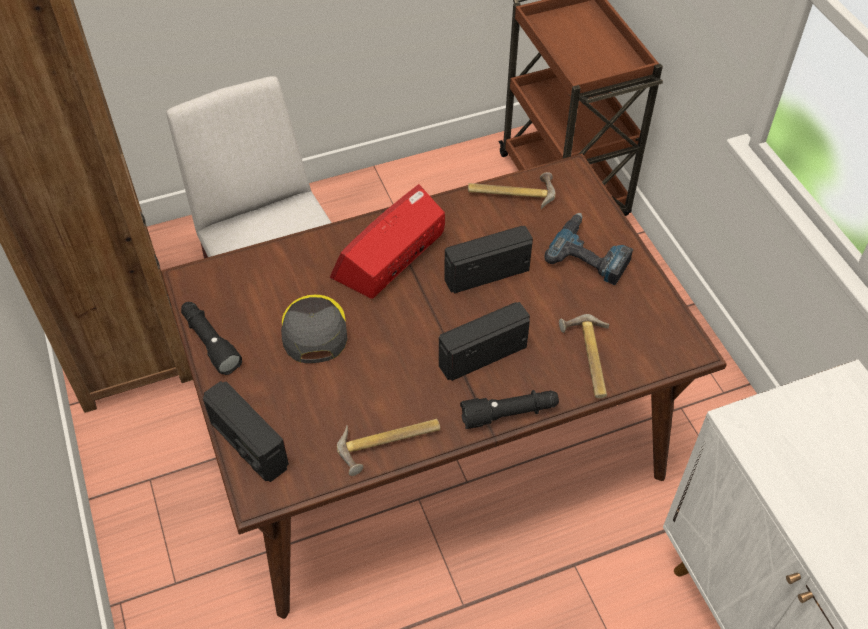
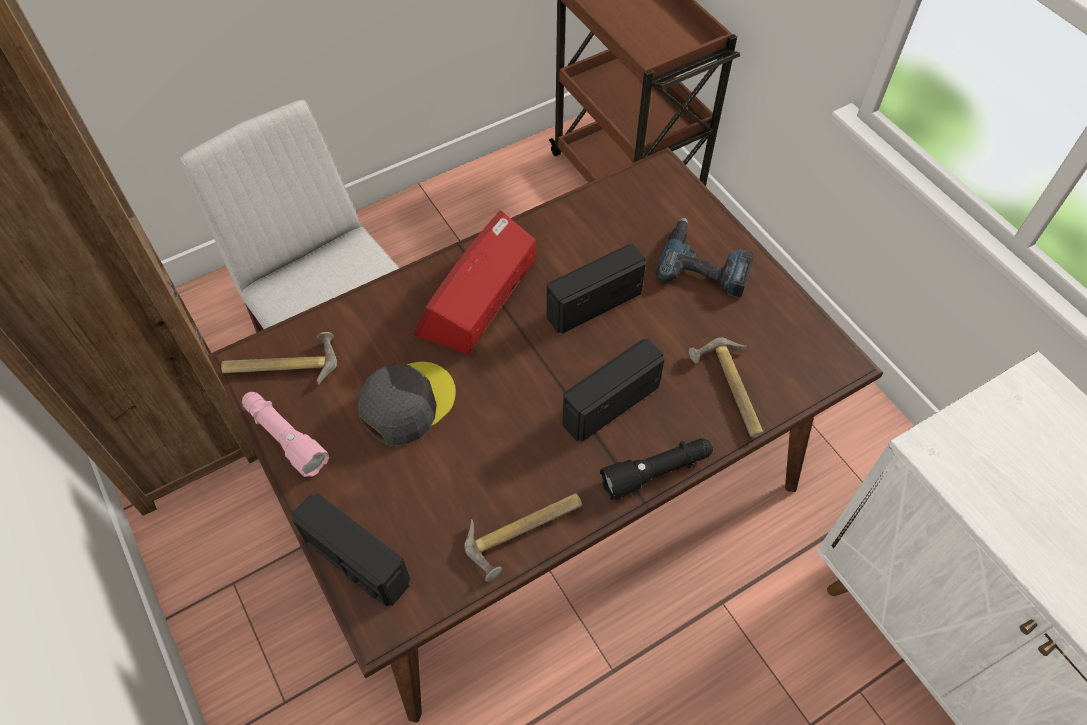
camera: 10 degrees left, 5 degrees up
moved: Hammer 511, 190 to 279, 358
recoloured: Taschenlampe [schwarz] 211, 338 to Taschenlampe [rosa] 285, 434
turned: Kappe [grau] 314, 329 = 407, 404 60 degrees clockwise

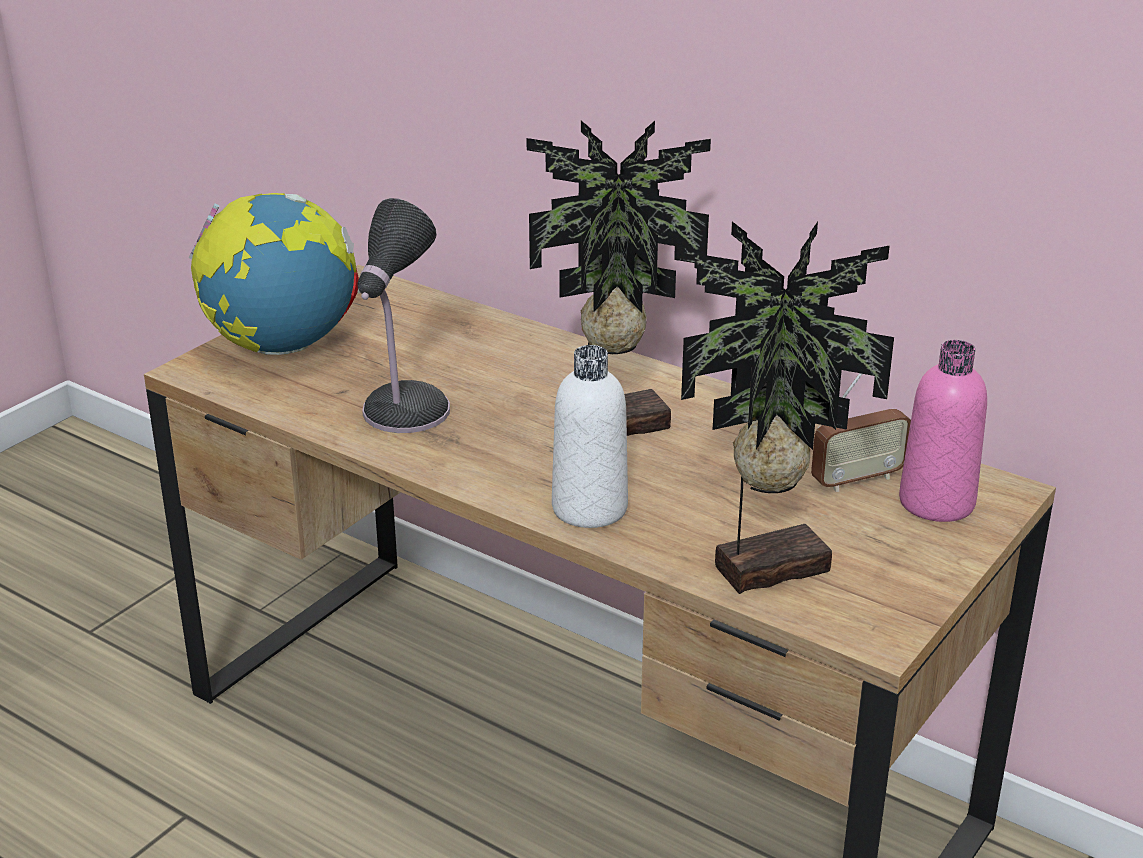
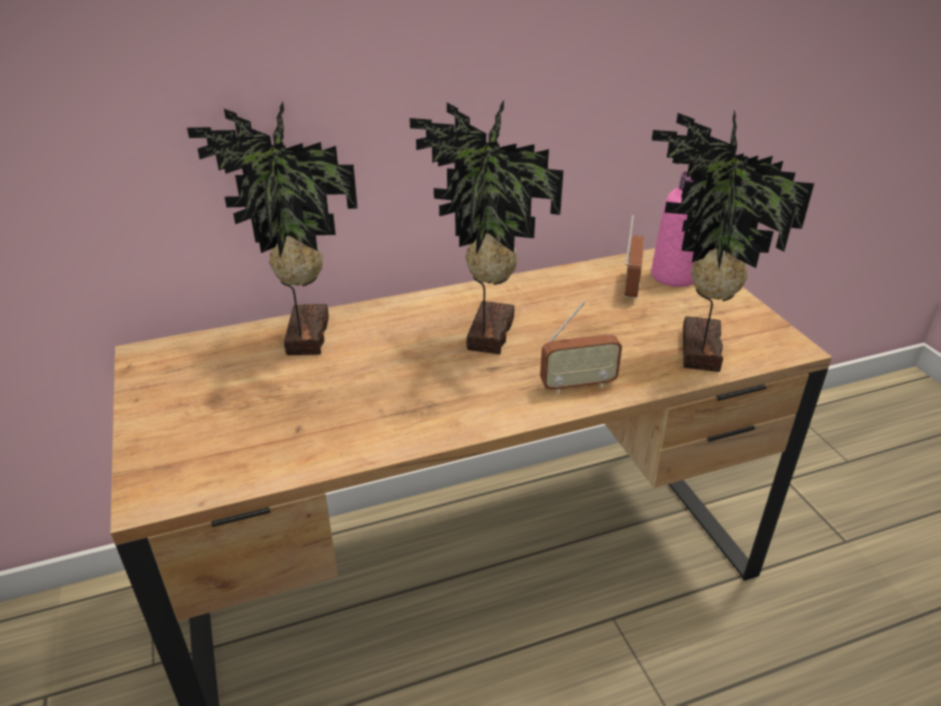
camera: 55 degrees left, 5 degrees up
removed: Globus 274, 274; Tischlampe 403, 315
added: Topfpflanze 272, 228
replaced: Flasche [weiß] 590, 436 to Radio 581, 347

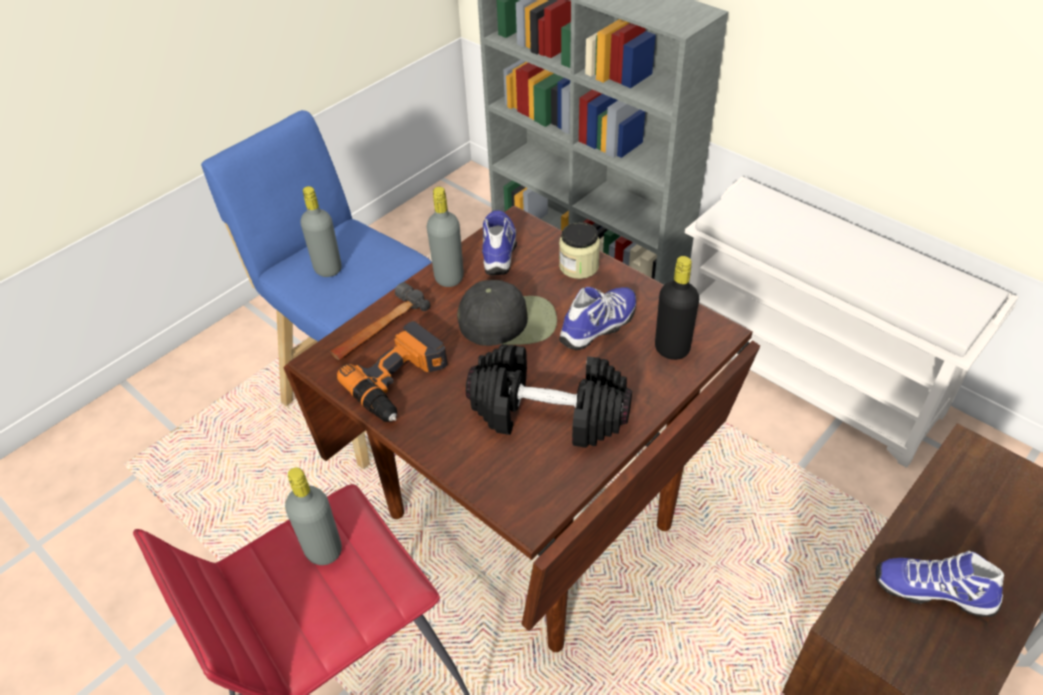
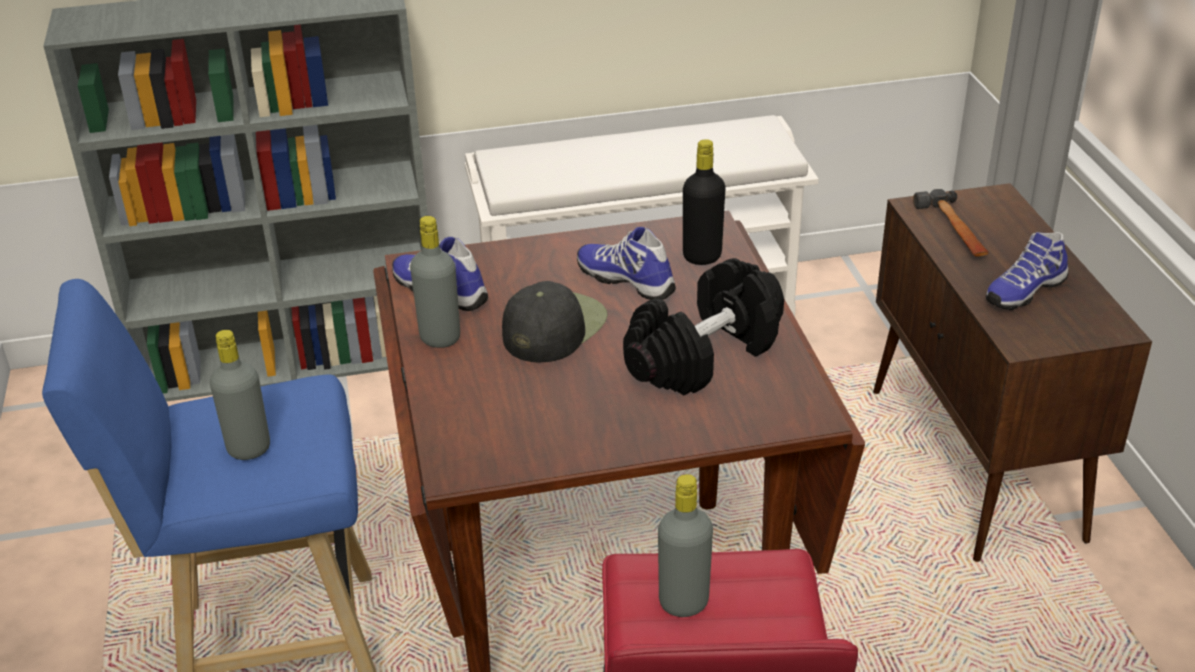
camera: 55 degrees left, 10 degrees down
removed: Bohrmaschine 392, 371; Vorratsglas 579, 250
moved: Hammer 380, 321 to 951, 223
turned: Schuh 597, 318 = 626, 263 45 degrees counterclockwise

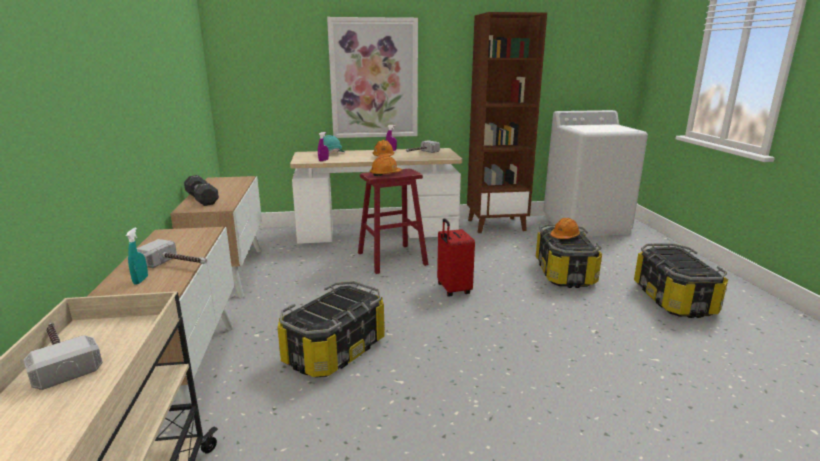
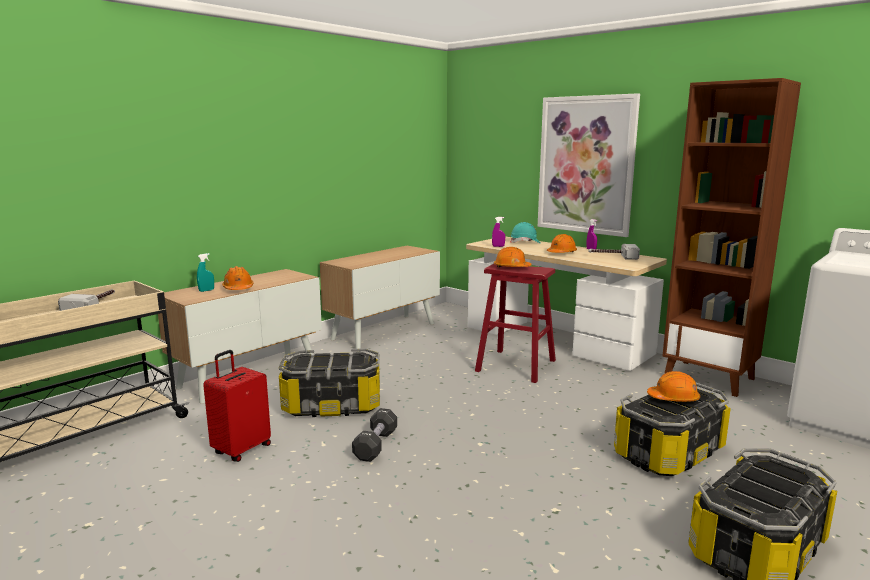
camera: 50 degrees right, 5 degrees down
moved: Hantel [schwarz] 201, 190 to 374, 435; Koffer [rot] 456, 257 to 237, 406
replaced: Hammer 171, 253 to Schutzhelm [orange] 238, 278

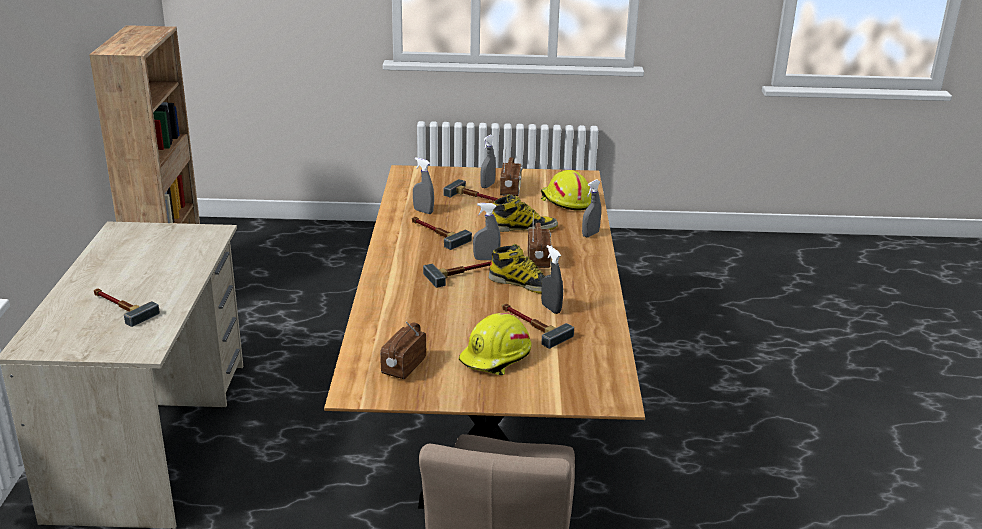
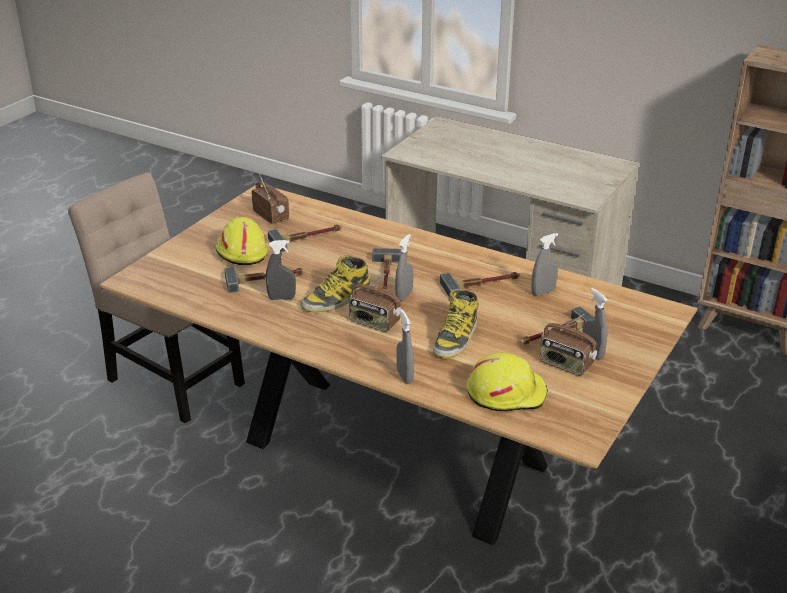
camera: 120 degrees right, 5 degrees up
moved: Hammer 127, 307 to 305, 238

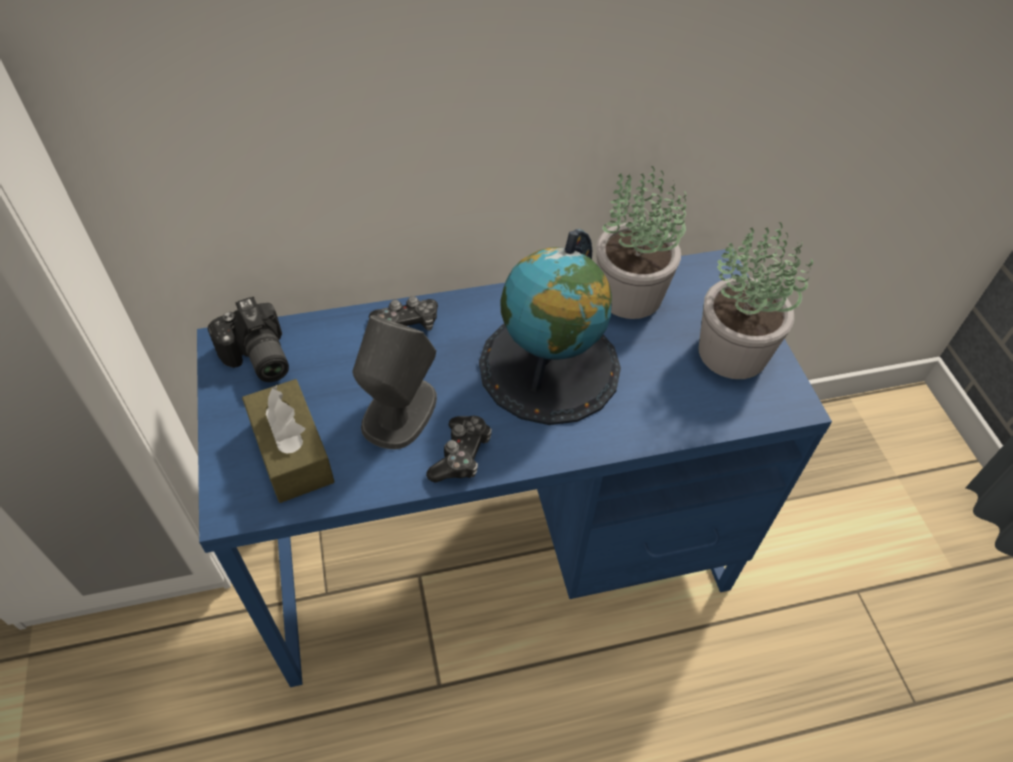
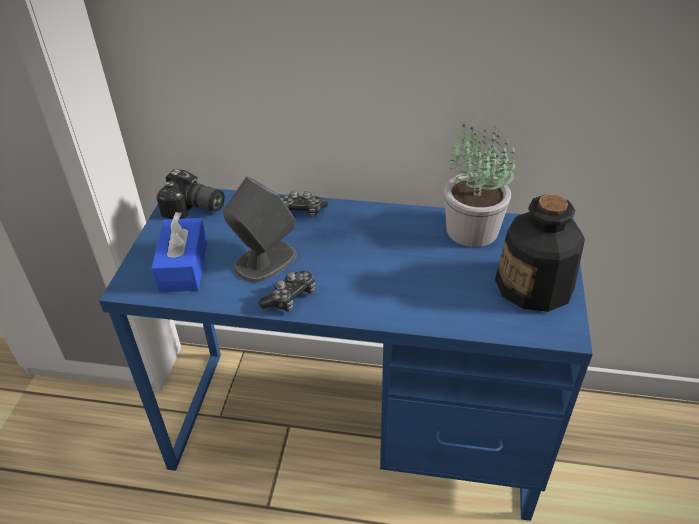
camera: 25 degrees right, 10 degrees down
removed: Globus 550, 327
replaced: Topfpflanze 756, 300 to Flasche 540, 253
recoloured: Taschentuchbox [braun] 288, 441 to Taschentuchbox [blau] 179, 252
turned: Kamera 248, 339 = 191, 194 60 degrees counterclockwise

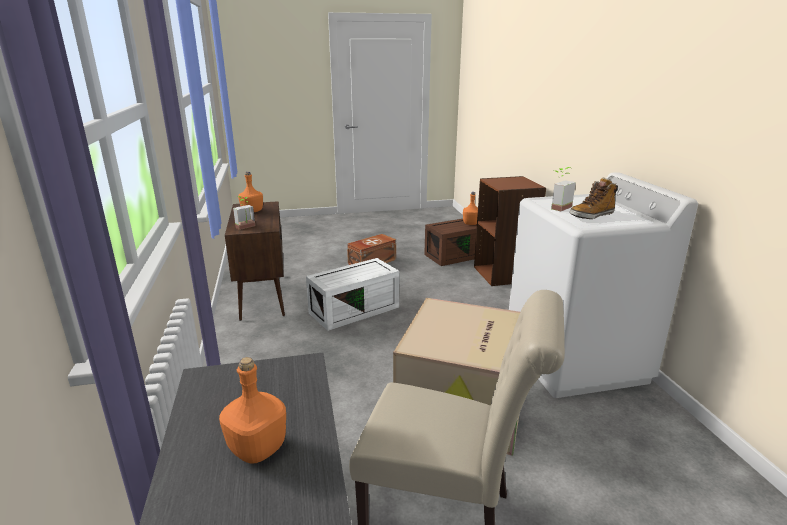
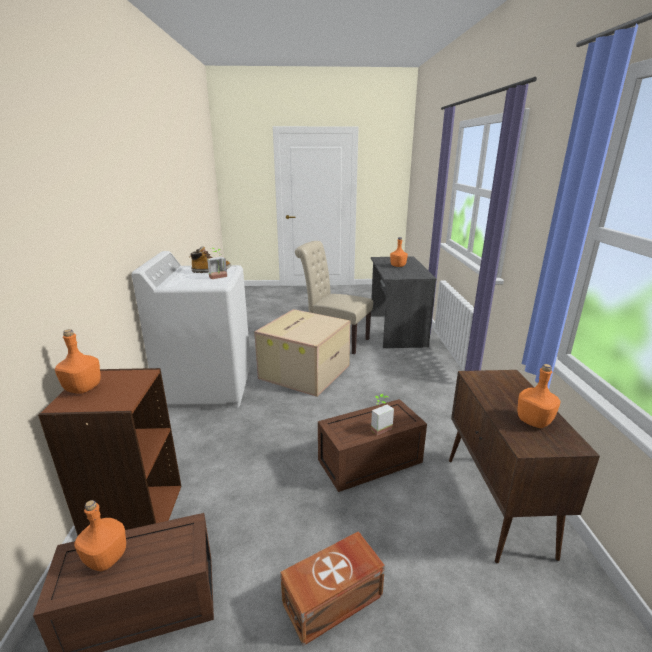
camera: 170 degrees left, 0 degrees up
added: Flasche [orange] 78, 361
moved: Topfpflanze 244, 213 to 382, 414
recoloured: Aufbewahrungsbox [weiß] 352, 294 to Aufbewahrungsbox [braun] 372, 445

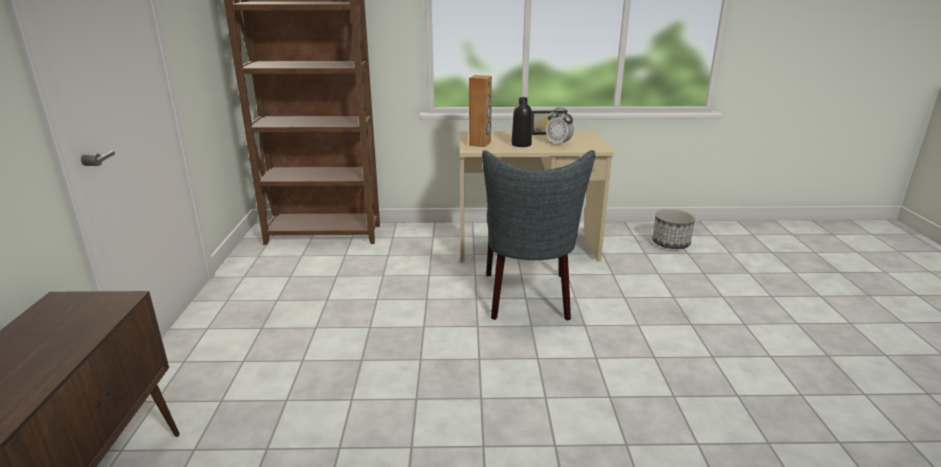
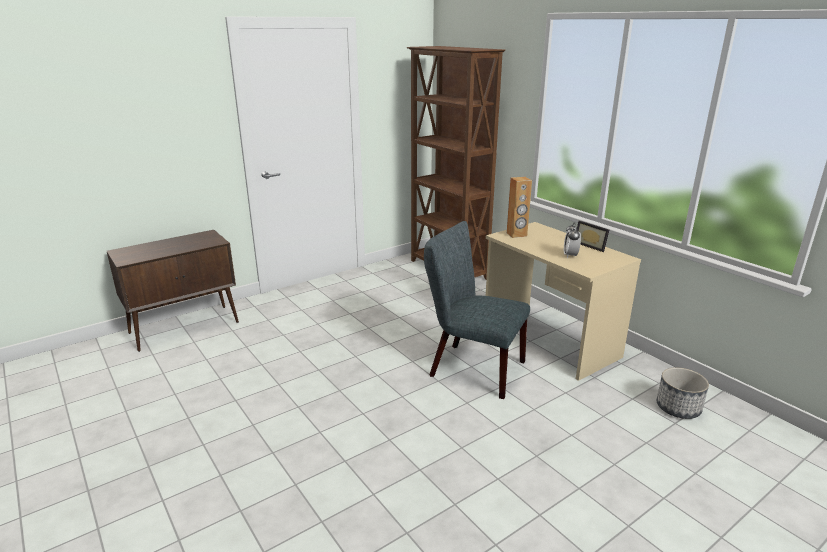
camera: 55 degrees right, 0 degrees up
removed: Flasche [schwarz] 522, 122
turned: Stuhl [grau] 538, 235 = 477, 310 60 degrees clockwise

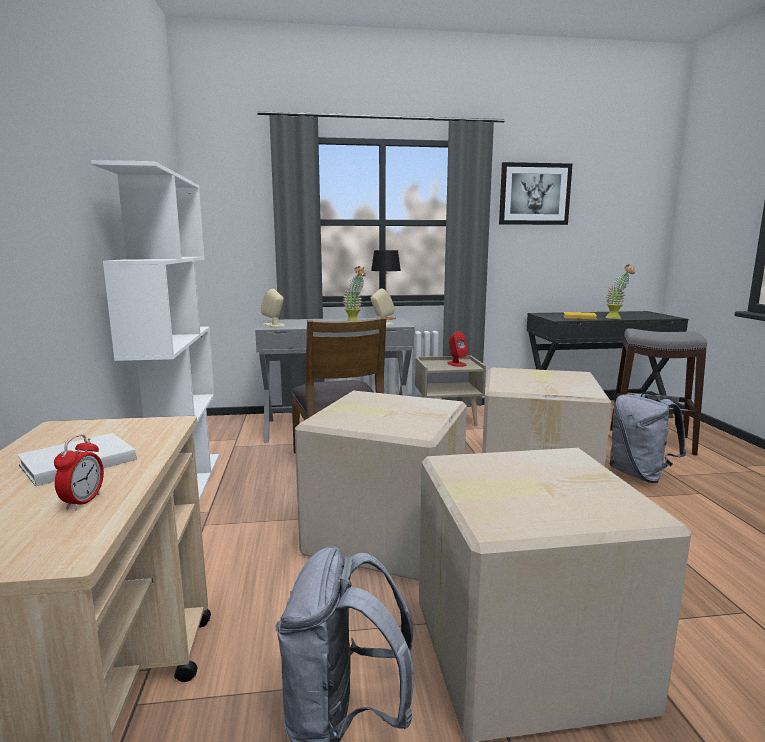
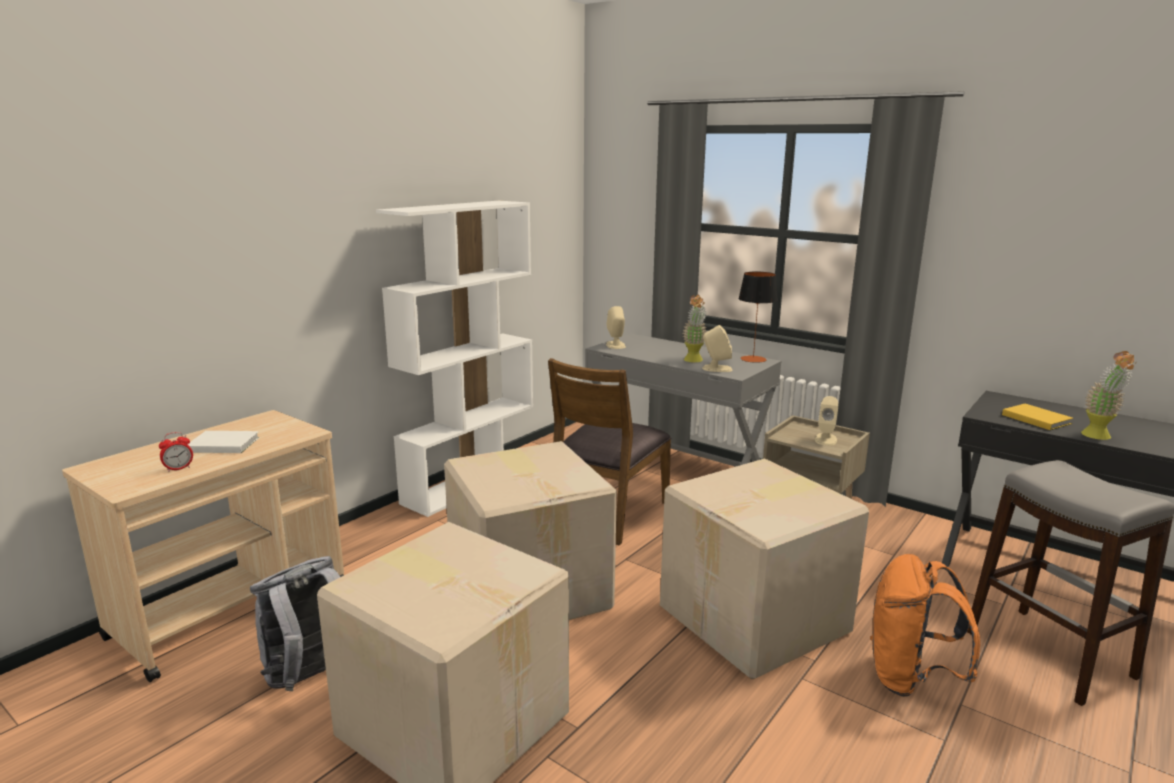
camera: 45 degrees right, 5 degrees up
removed: Bild 535, 193
recoloured: Lautsprecher [rot] 458, 349 to Lautsprecher [beige] 827, 421; Rucksack [grau] 647, 437 to Rucksack [orange] 925, 625

